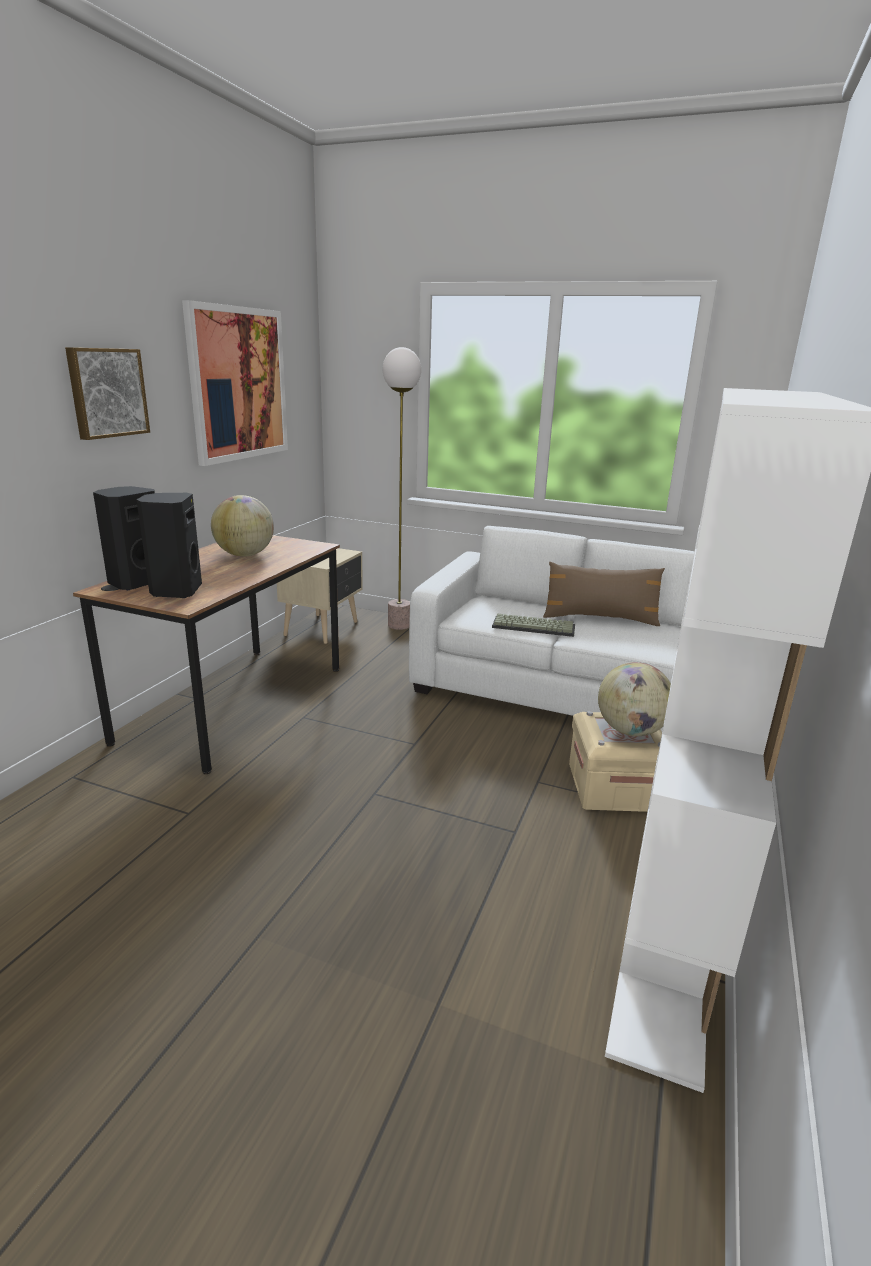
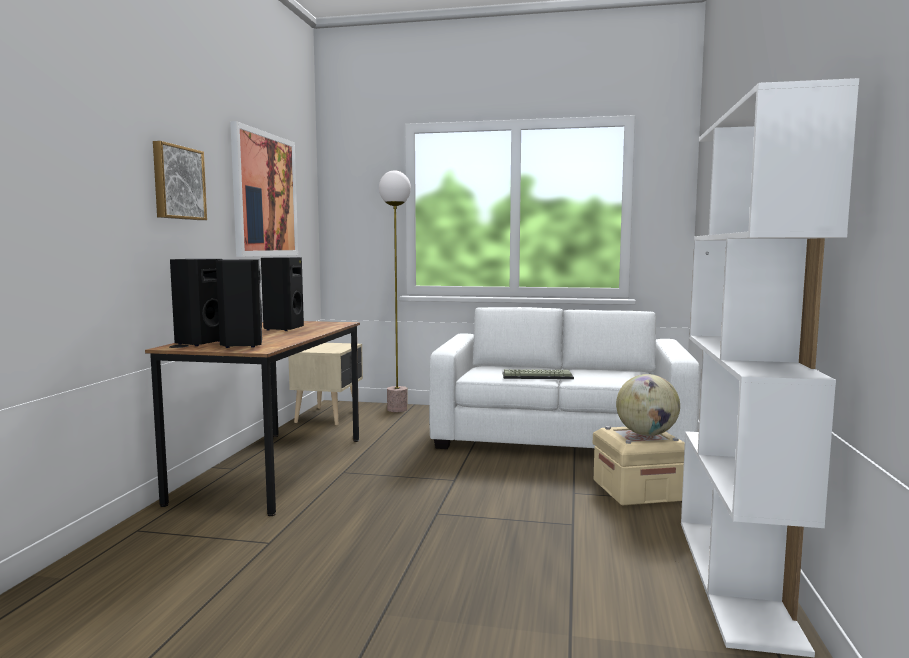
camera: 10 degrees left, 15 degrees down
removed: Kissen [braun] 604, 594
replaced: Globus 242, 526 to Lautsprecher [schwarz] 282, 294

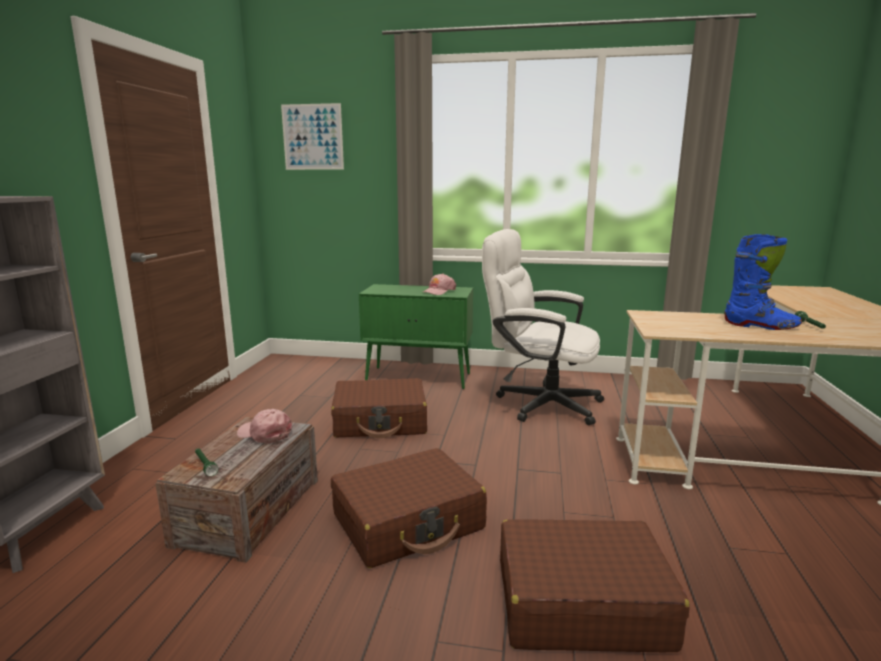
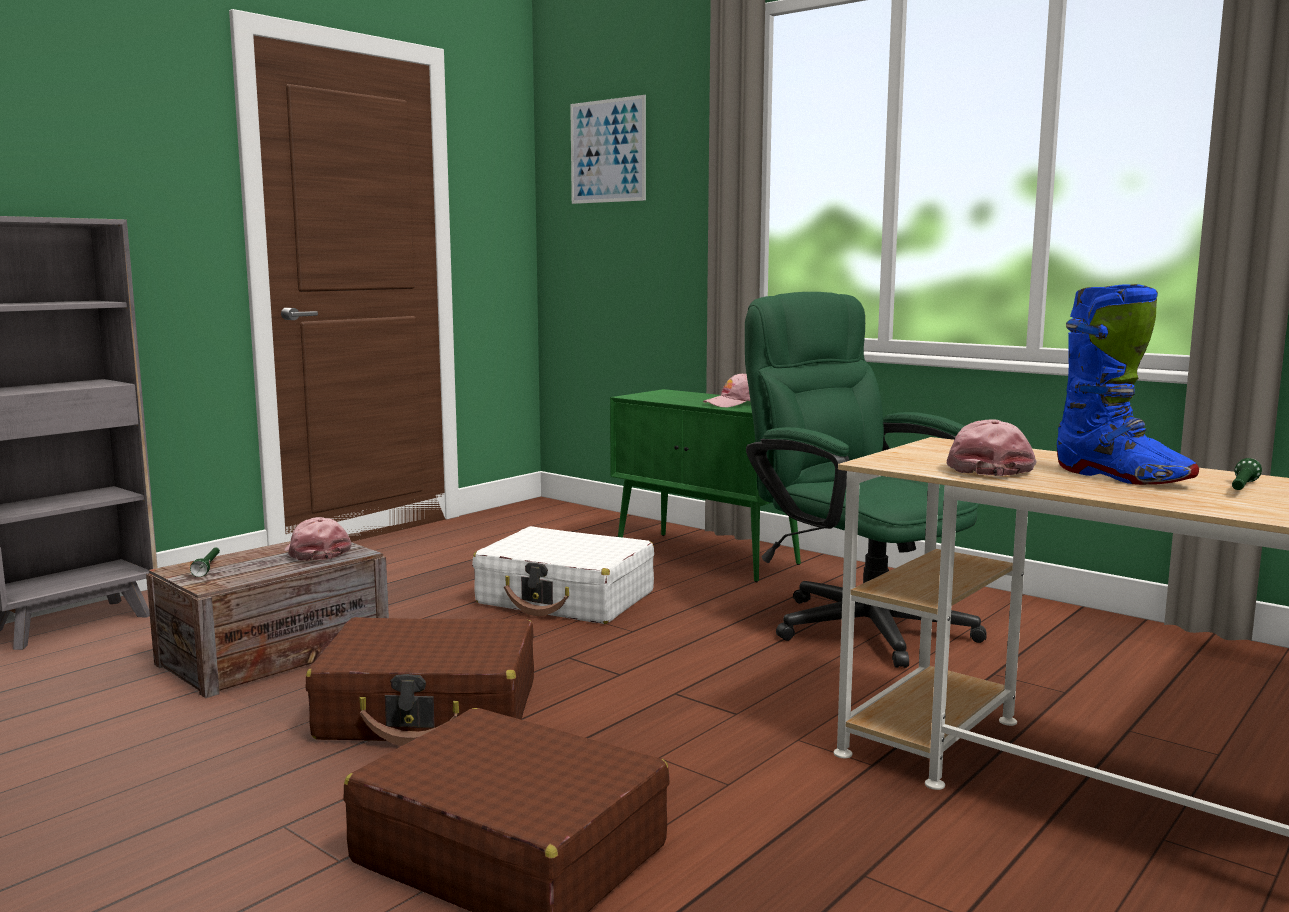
camera: 30 degrees right, 5 degrees down
added: Kappe [rosa] 992, 448
recoloured: Koffer [braun] 379, 408 to Koffer [weiß] 563, 575; Bürostuhl [weiß] 543, 327 to Bürostuhl [grün] 865, 480

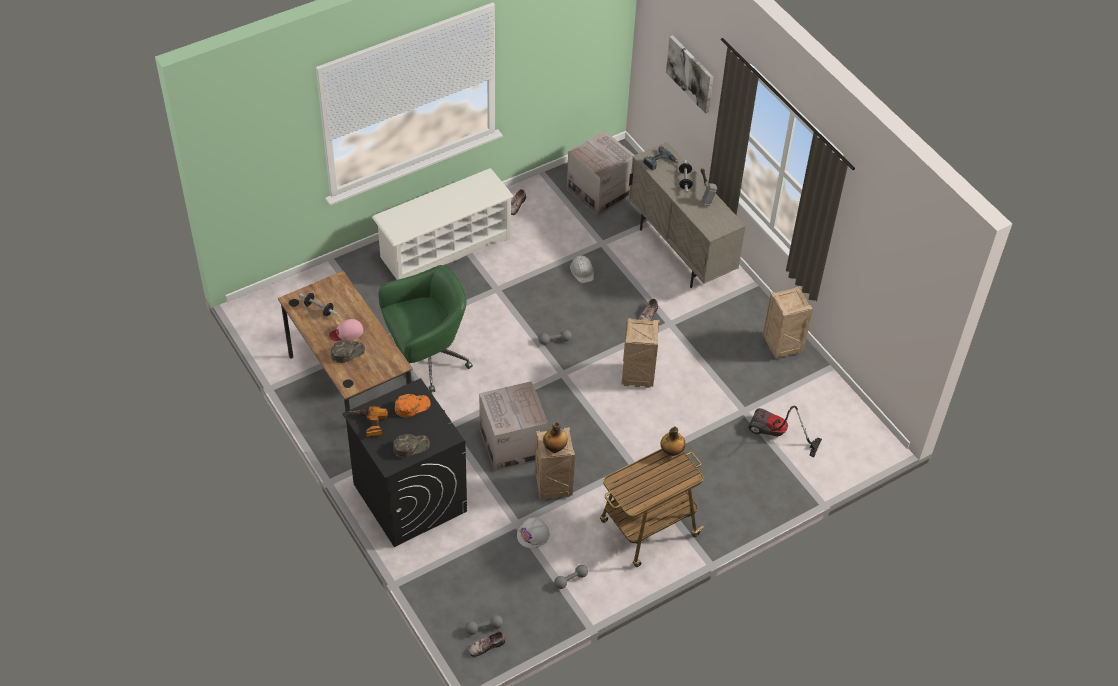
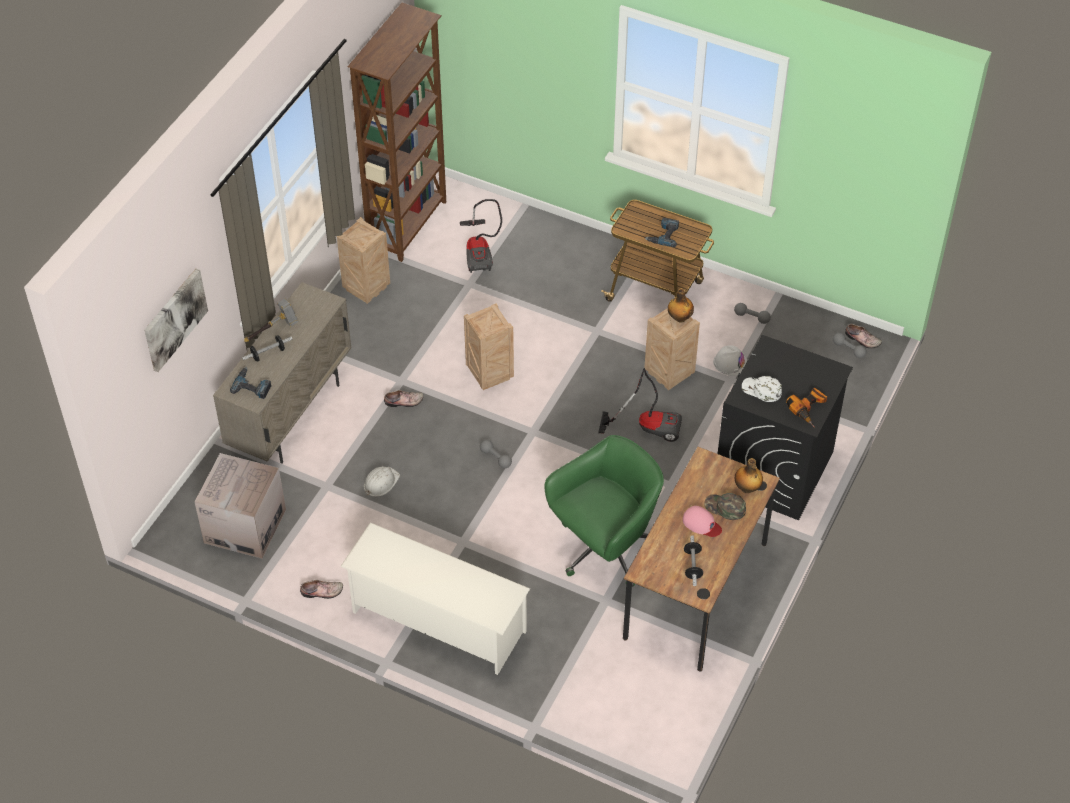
camera: 120 degrees left, 0 degrees up
removed: Kappe [grün] 411, 446
added: Bücherregal [braun] 397, 132; Bohrmaschine 662, 232
moved: Flasche 673, 441 to 749, 475
replaced: Karton 513, 426 to Staubsauger 640, 405
recoloured: Kappe [orange] 412, 405 to Kappe [weiß] 762, 389
turned: Bürostuhl [grün] 425, 329 = 604, 511 105 degrees clockwise

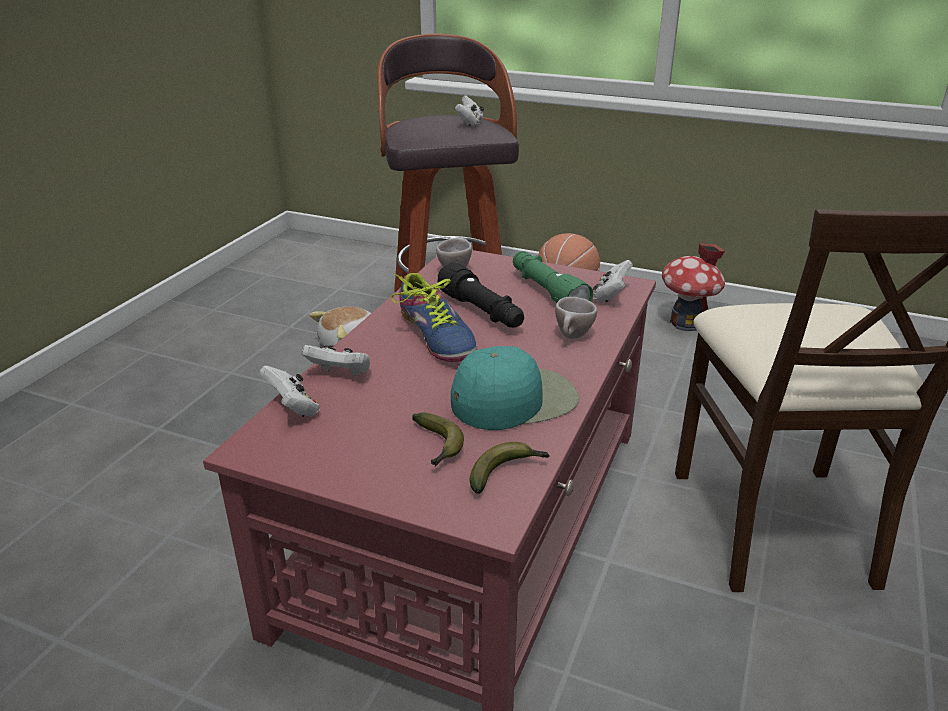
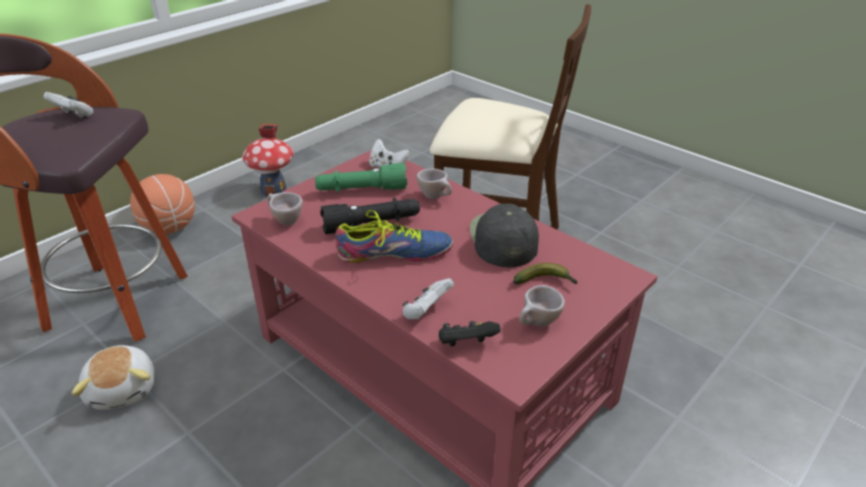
camera: 70 degrees left, 5 degrees up
removed: Banane 510, 468
added: Tasse [beige] 542, 306
recoloured: Gamepad [weiß] 290, 391 to Gamepad [schwarz] 469, 334; Kappe [türkis] 515, 388 to Kappe [schwarz] 504, 236

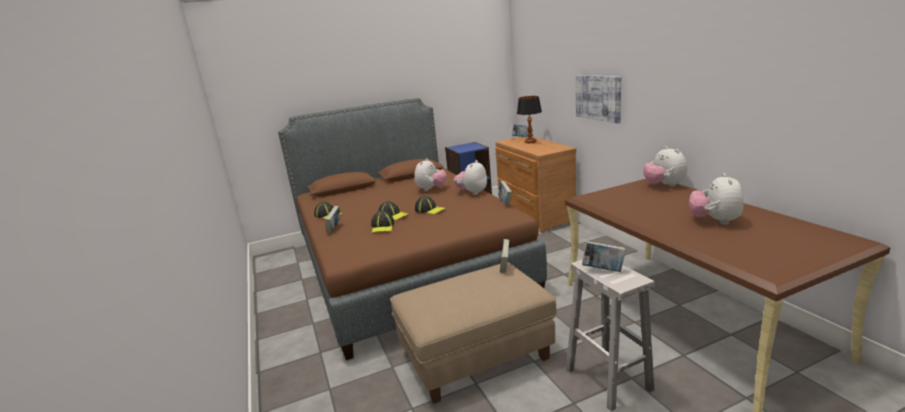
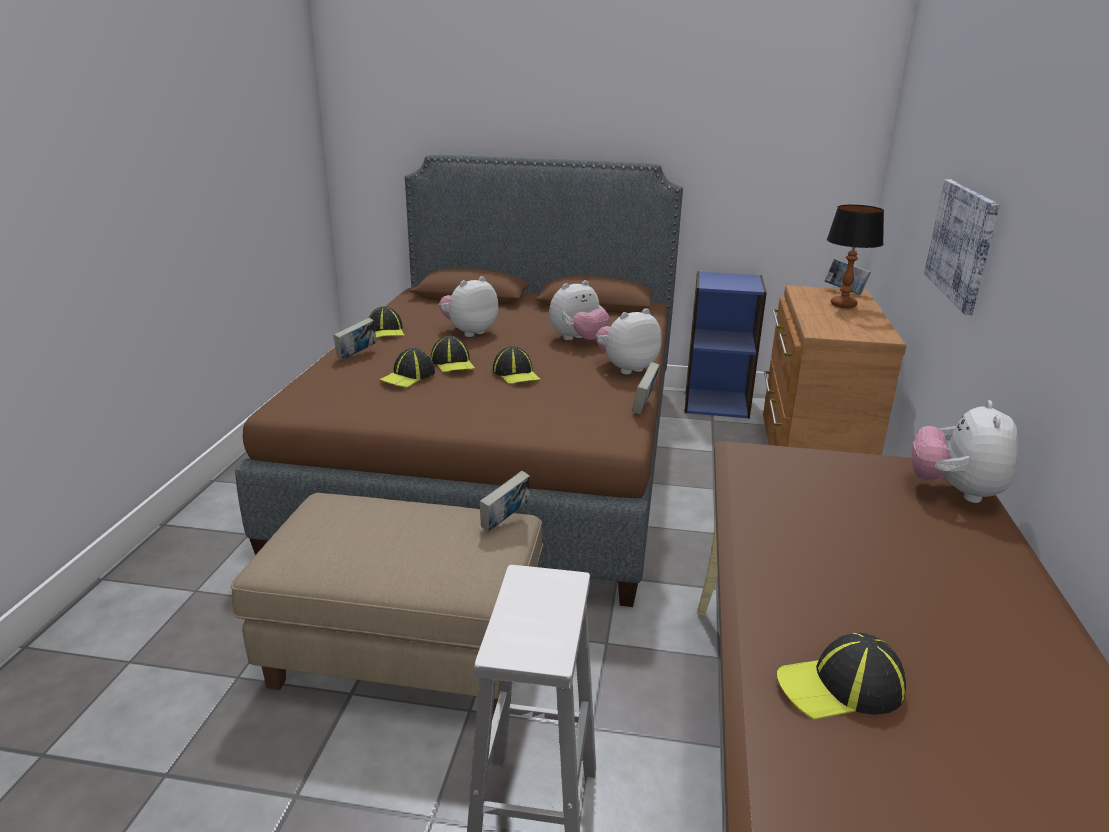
camera: 30 degrees right, 5 degrees up
removed: Buch 604, 256
added: Kappe 841, 676
moved: Plüschtier 716, 199 to 468, 306

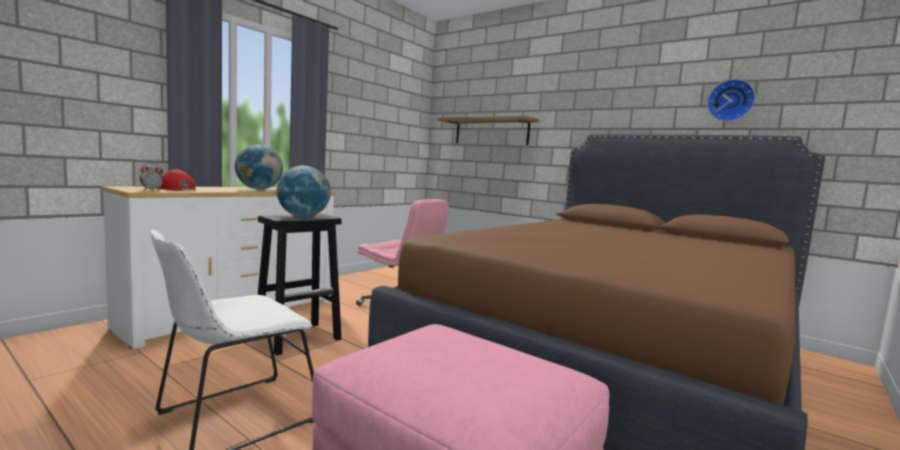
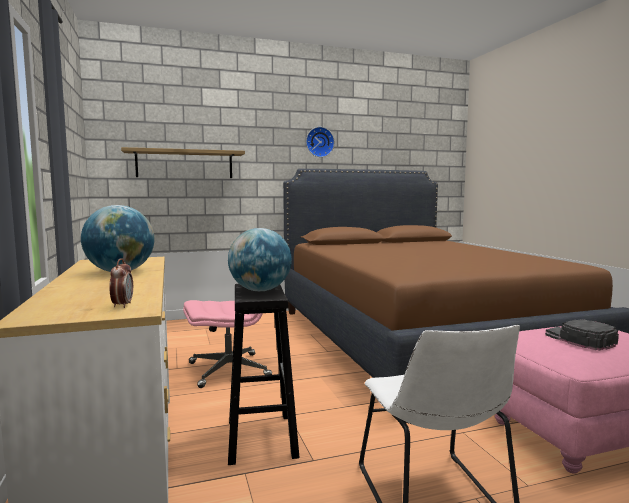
camera: 55 degrees left, 0 degrees up
removed: Kappe [rot] 178, 180
added: Kappe [schwarz] 582, 335
moved: Wanduhr 731, 100 to 320, 142

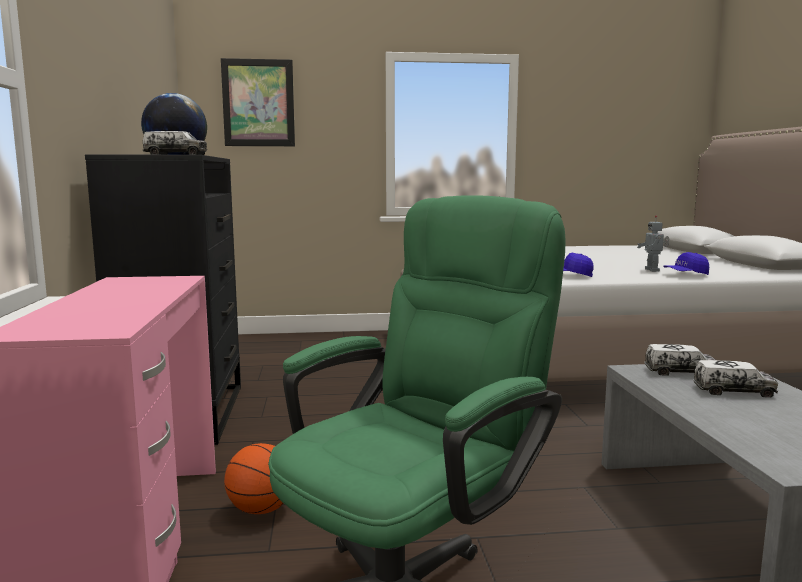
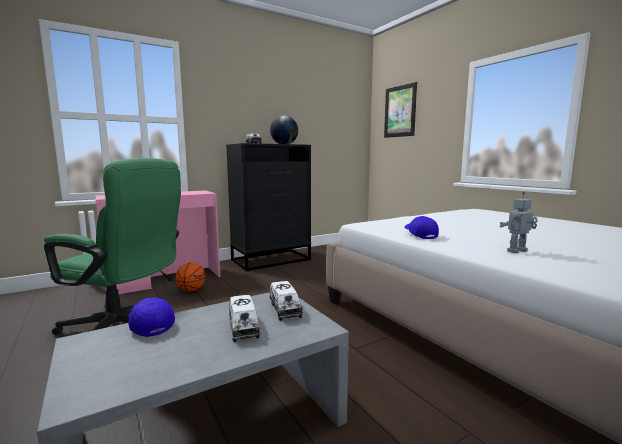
camera: 65 degrees right, 0 degrees up
moved: Kappe [blau] 686, 263 to 151, 317

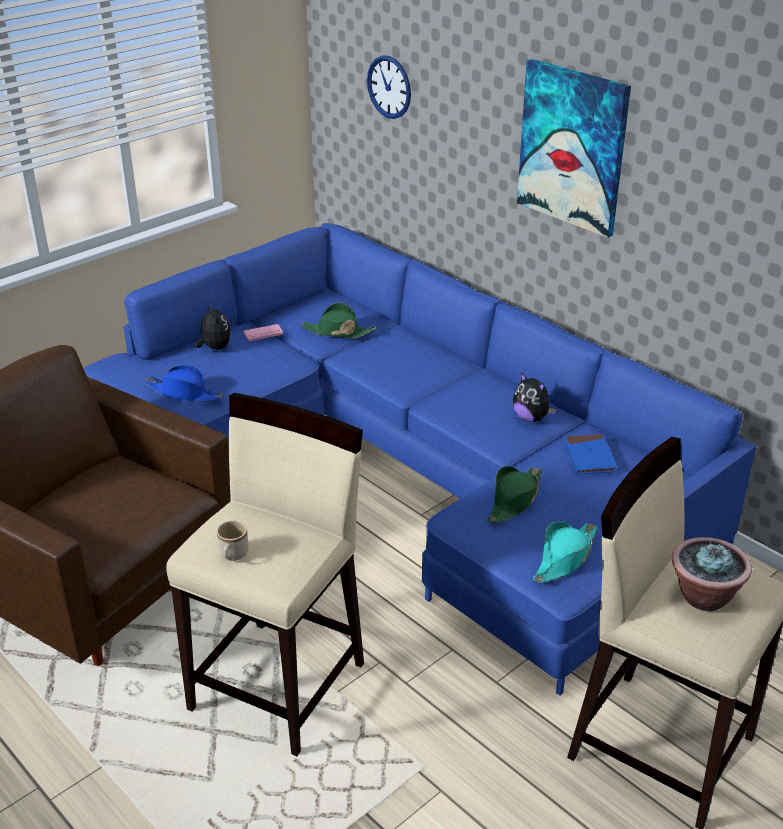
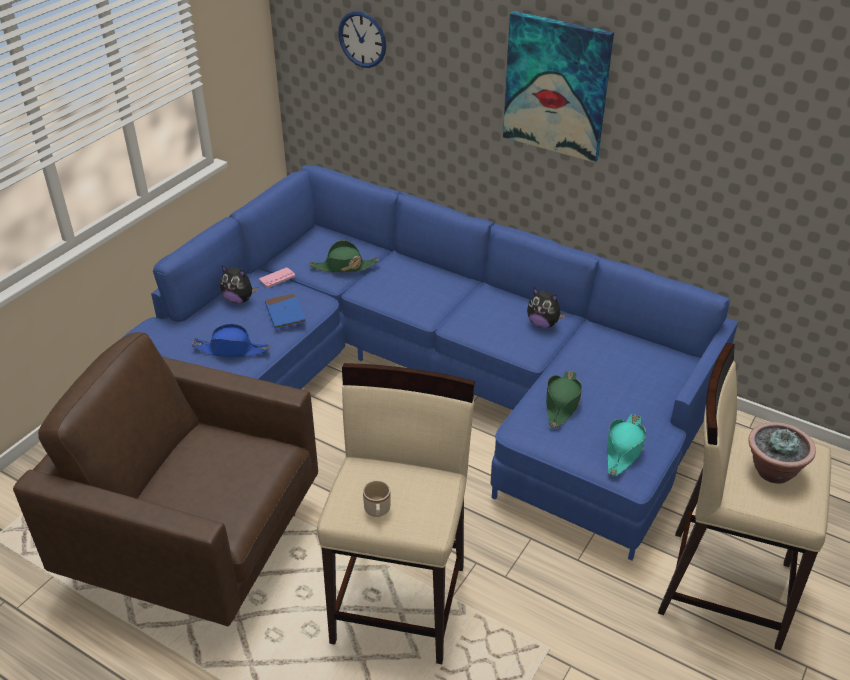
camera: 15 degrees left, 5 degrees up
moved: Buch [blau] 591, 454 to 286, 311
turned: Plüschtier 213, 326 = 239, 284 150 degrees clockwise

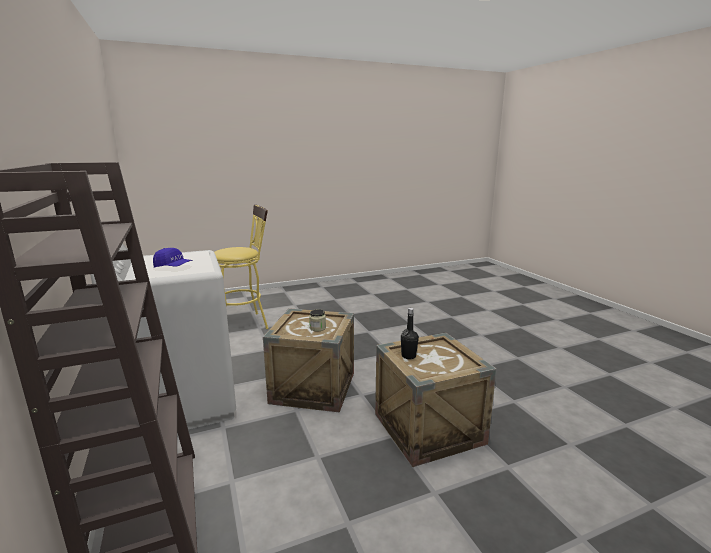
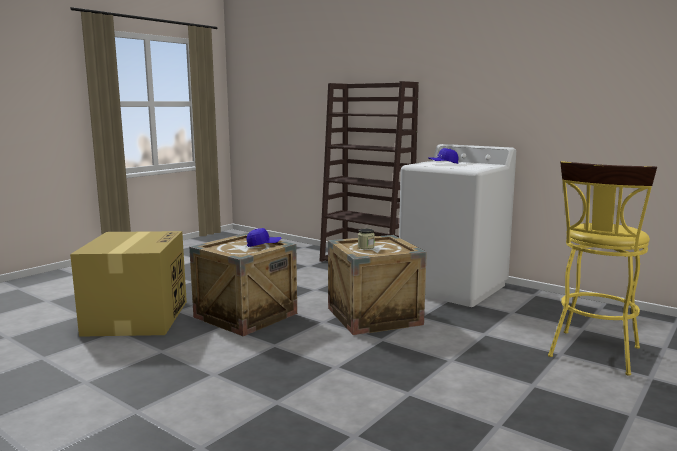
camera: 150 degrees right, 5 degrees down
added: Karton 128, 284
replaced: Flasche [schwarz] 410, 333 to Kappe [blau] 264, 237

